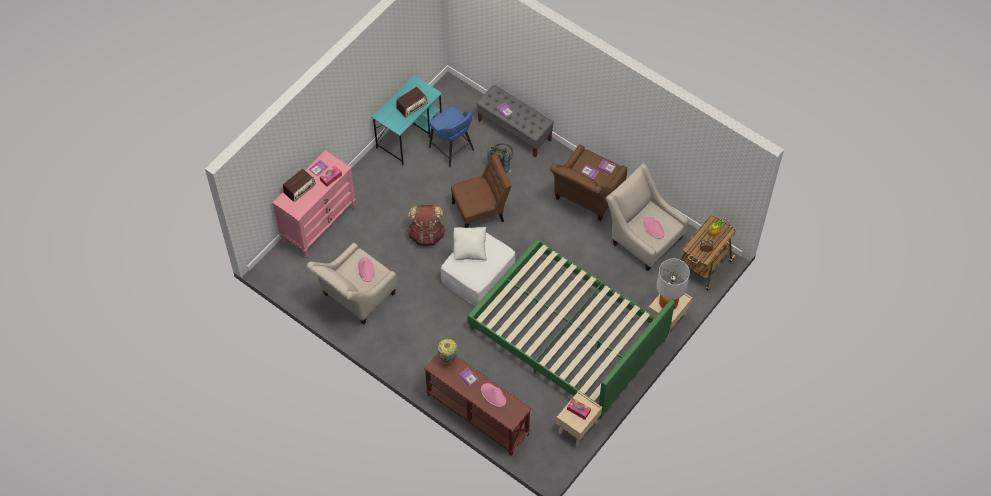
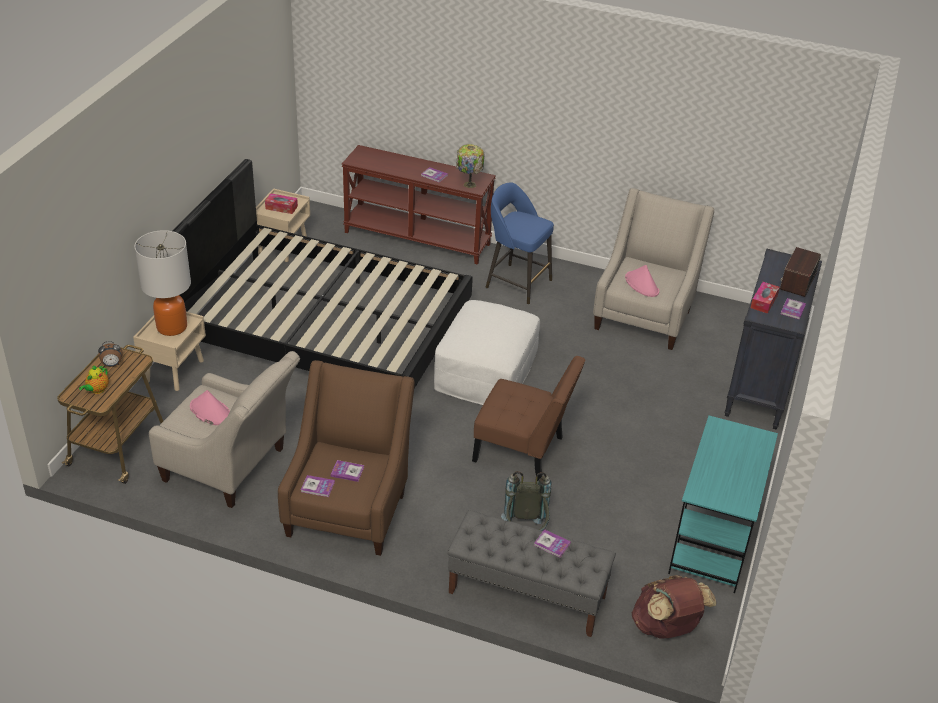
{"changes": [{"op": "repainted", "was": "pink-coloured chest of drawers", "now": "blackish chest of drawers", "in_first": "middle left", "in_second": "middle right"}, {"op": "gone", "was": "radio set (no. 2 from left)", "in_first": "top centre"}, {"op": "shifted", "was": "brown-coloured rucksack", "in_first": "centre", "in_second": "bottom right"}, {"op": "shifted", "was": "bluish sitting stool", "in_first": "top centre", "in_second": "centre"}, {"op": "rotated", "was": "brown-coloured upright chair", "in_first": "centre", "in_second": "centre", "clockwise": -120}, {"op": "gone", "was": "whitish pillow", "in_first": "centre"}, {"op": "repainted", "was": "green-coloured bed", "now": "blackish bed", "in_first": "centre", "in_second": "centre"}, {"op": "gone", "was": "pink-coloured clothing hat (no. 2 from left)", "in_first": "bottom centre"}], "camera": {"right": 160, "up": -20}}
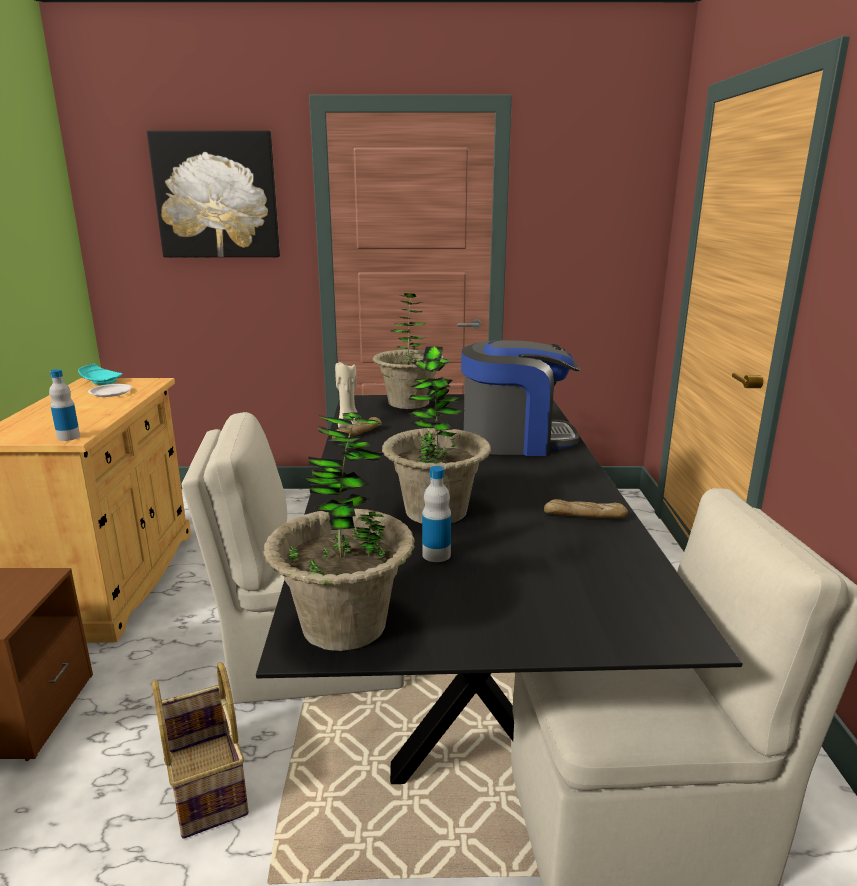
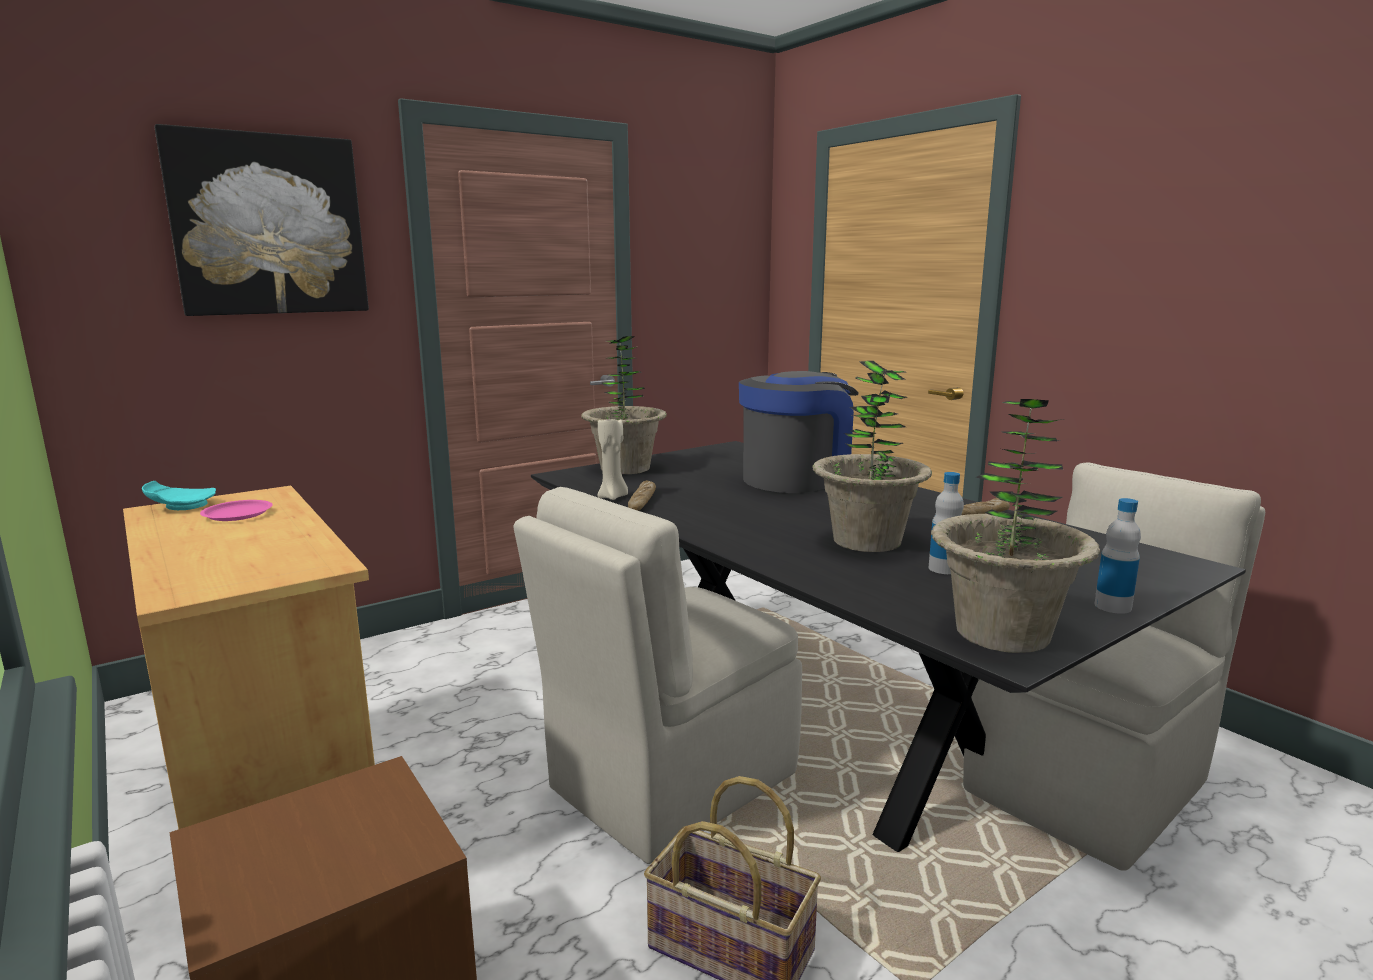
{"changes": [{"op": "shifted", "was": "bottle (no. 1 from left in the first image)", "now": "bottle (no. 2 from left)", "in_first": "middle left", "in_second": "middle right"}, {"op": "repainted", "was": "whitish dinner plate", "now": "pink-coloured dinner plate", "in_first": "middle left", "in_second": "middle left"}], "camera": {"right": -35, "up": -5}}
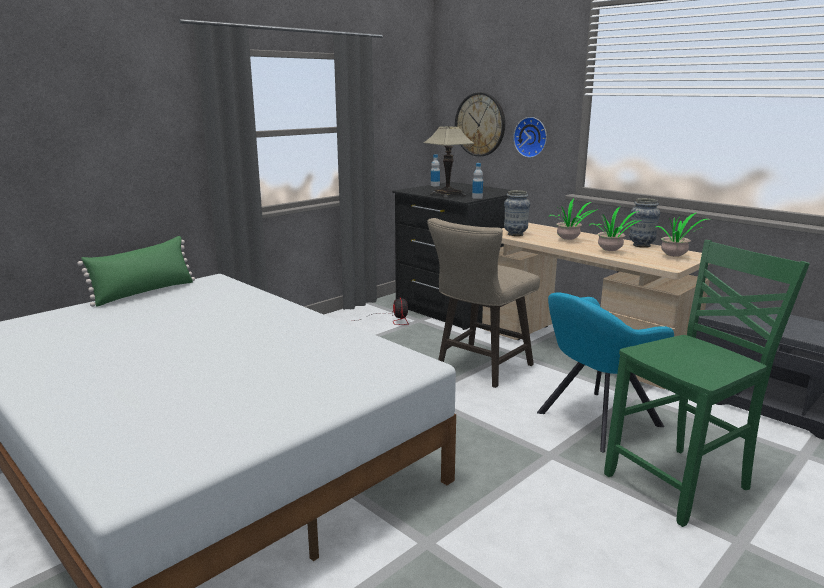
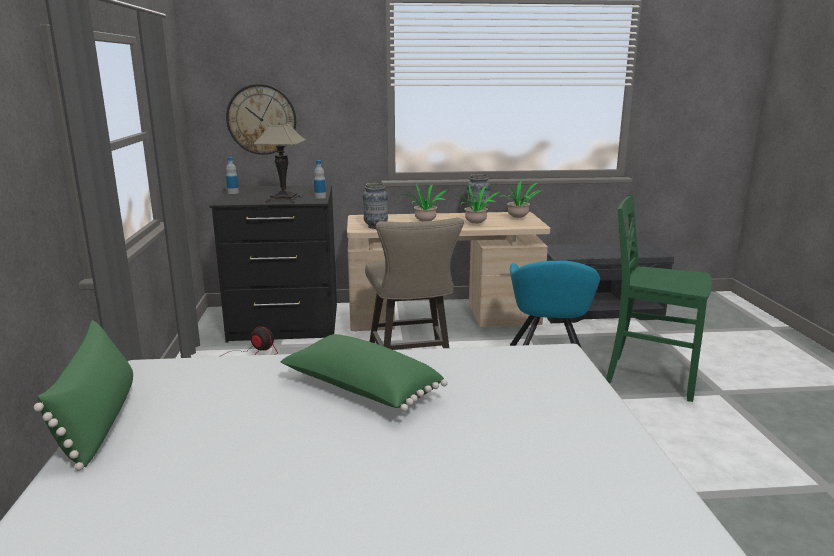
{"changes": [{"op": "gone", "was": "clock on the wall (no. 2 from left)", "in_first": "top centre"}, {"op": "rotated", "was": "green-coloured upright chair", "in_first": "middle right", "in_second": "middle right", "clockwise": -75}, {"op": "new", "now": "green-coloured pillow (no. 2 from left)", "in_second": "bottom centre"}], "camera": {"right": -50, "up": 0}}
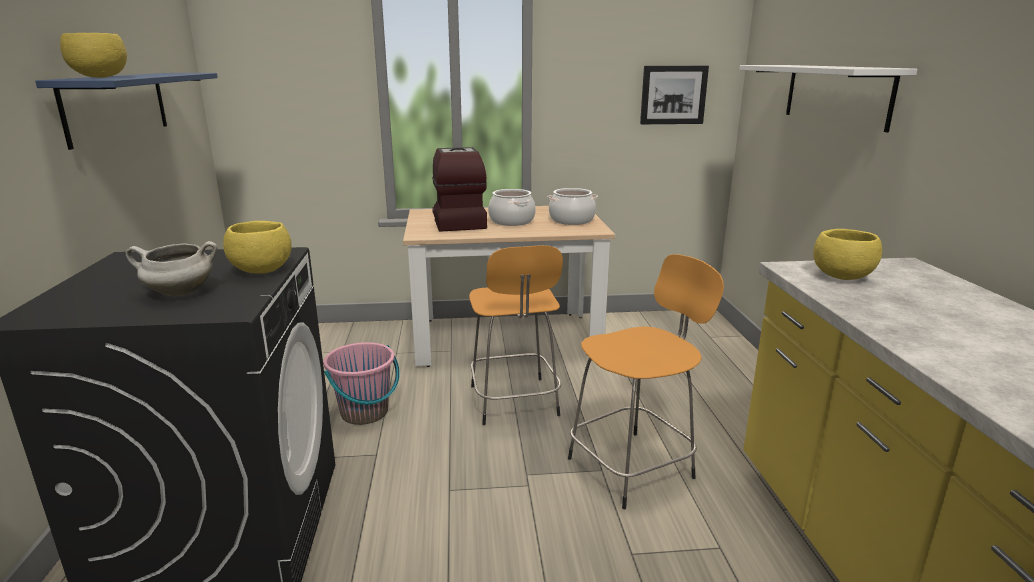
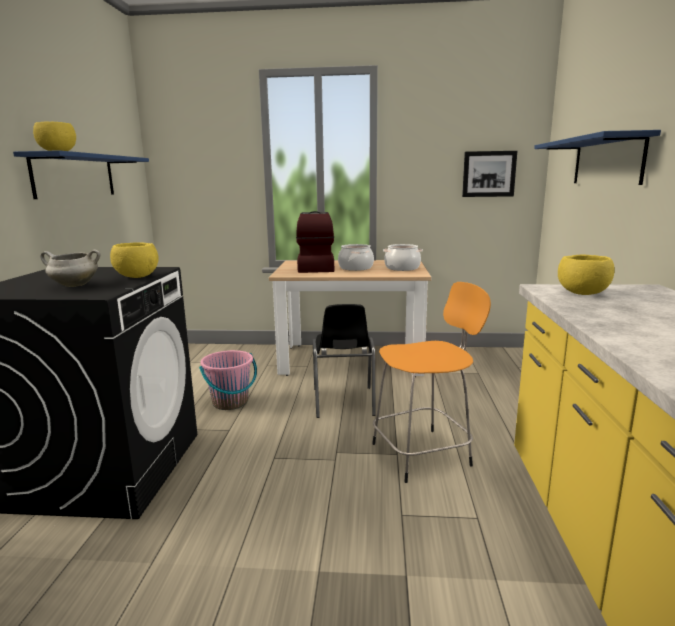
{"changes": [{"op": "swapped", "was": "orange sitting stool (no. 1 from left)", "now": "blackish upright chair", "in_first": "centre", "in_second": "centre"}, {"op": "repainted", "was": "whitish shelf", "now": "bluish shelf (no. 2 from left)", "in_first": "top right", "in_second": "top right"}], "camera": {"right": 10, "up": -5}}
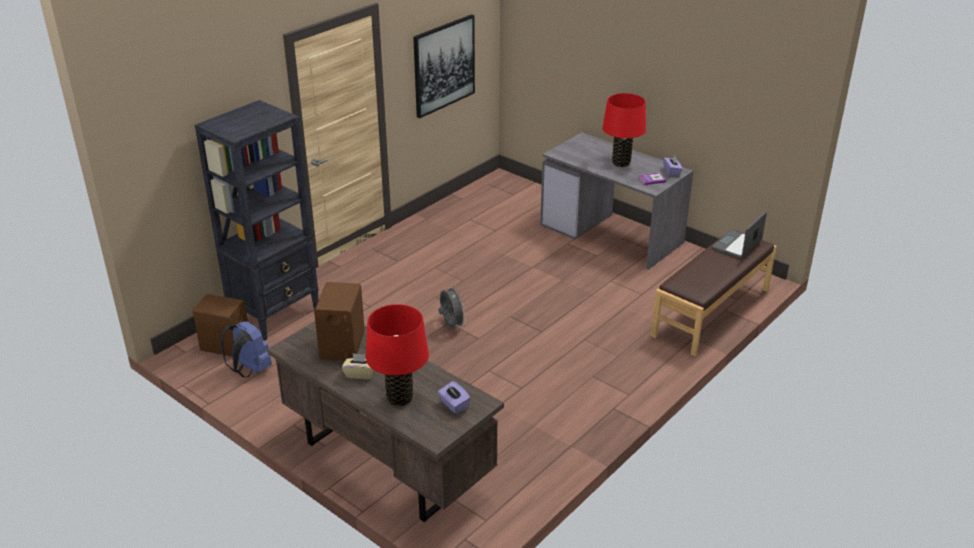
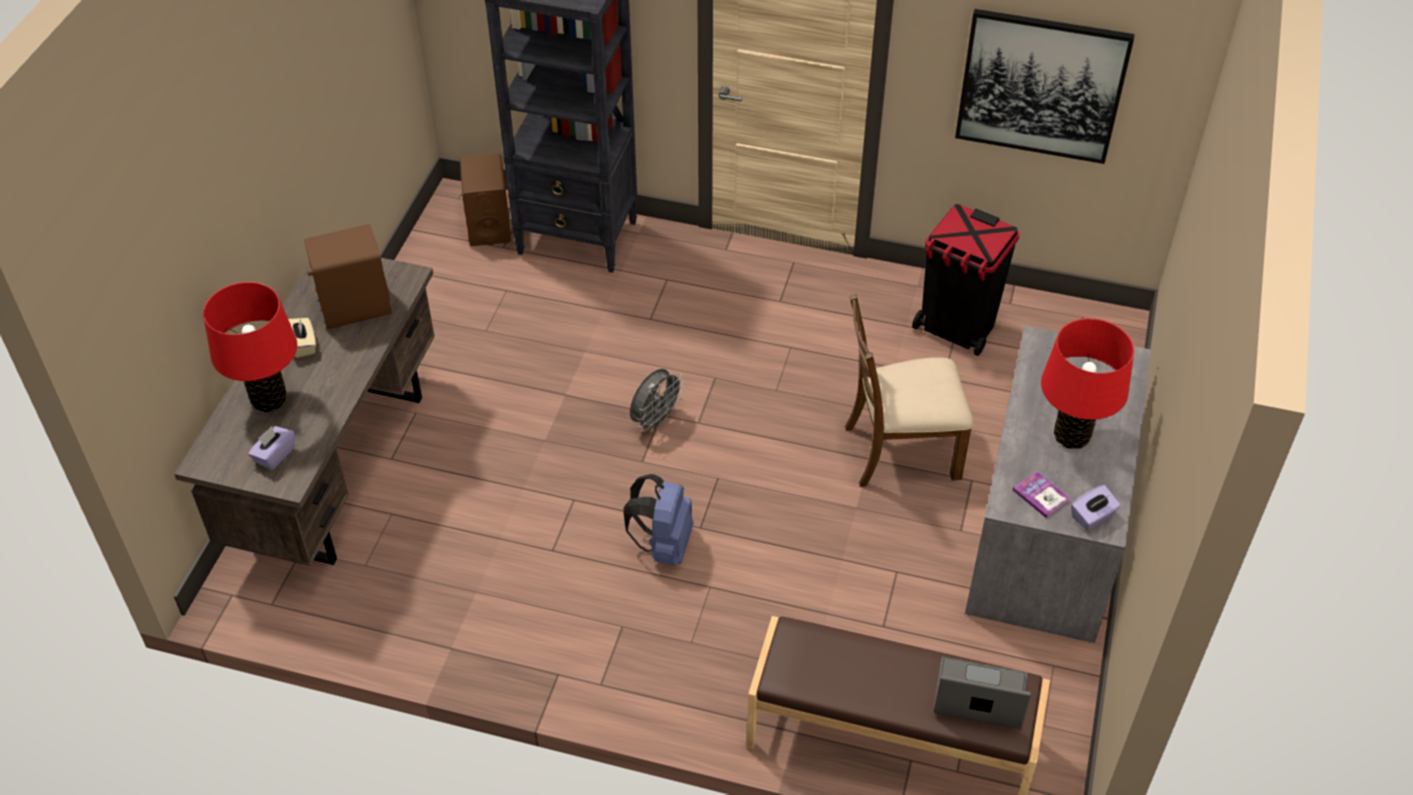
{"changes": [{"op": "shifted", "was": "bluish rucksack", "in_first": "middle left", "in_second": "centre"}, {"op": "new", "now": "brown-coloured upright chair", "in_second": "centre"}, {"op": "new", "now": "blackish waste bin", "in_second": "middle right"}], "camera": {"right": 65, "up": 15}}
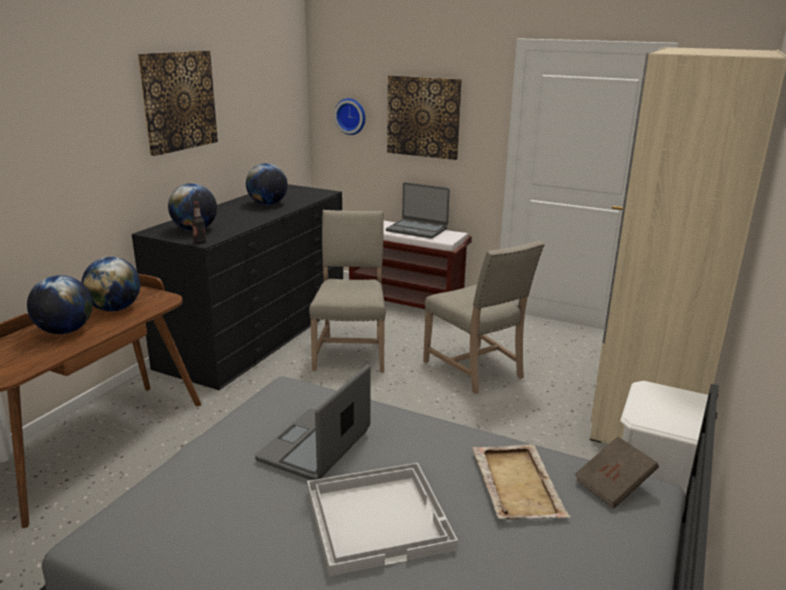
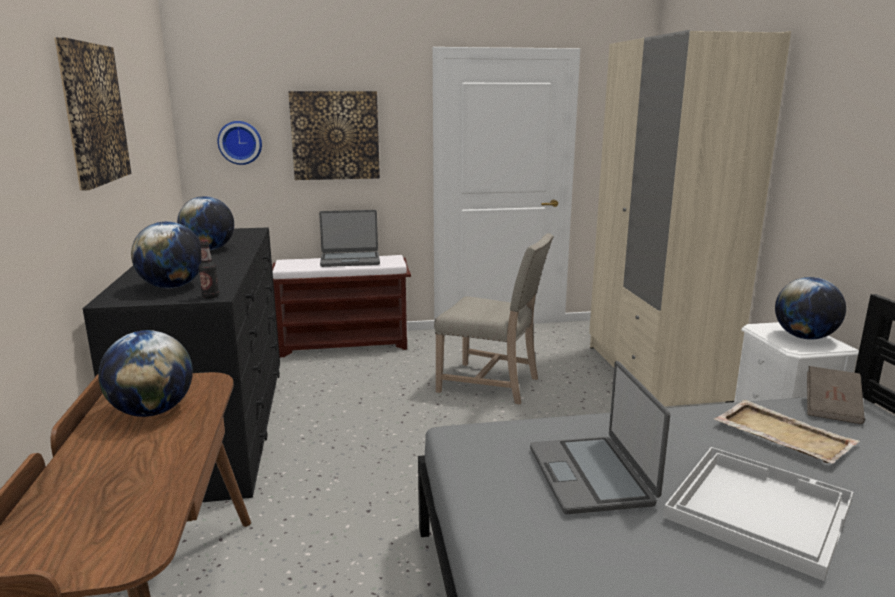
{"changes": [{"op": "shifted", "was": "desk globe (no. 1 from left in the first image)", "now": "desk globe (no. 4 from left)", "in_first": "middle left", "in_second": "middle right"}, {"op": "gone", "was": "beige-coloured upright chair (no. 1 from left)", "in_first": "centre"}], "camera": {"right": -35, "up": -5}}
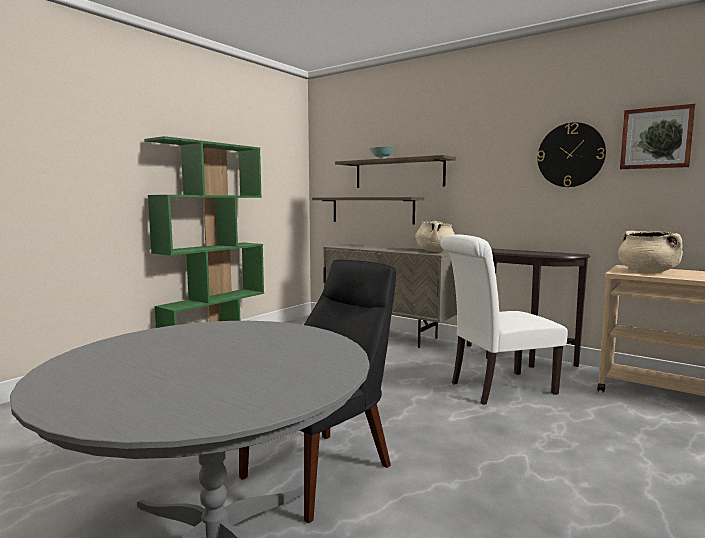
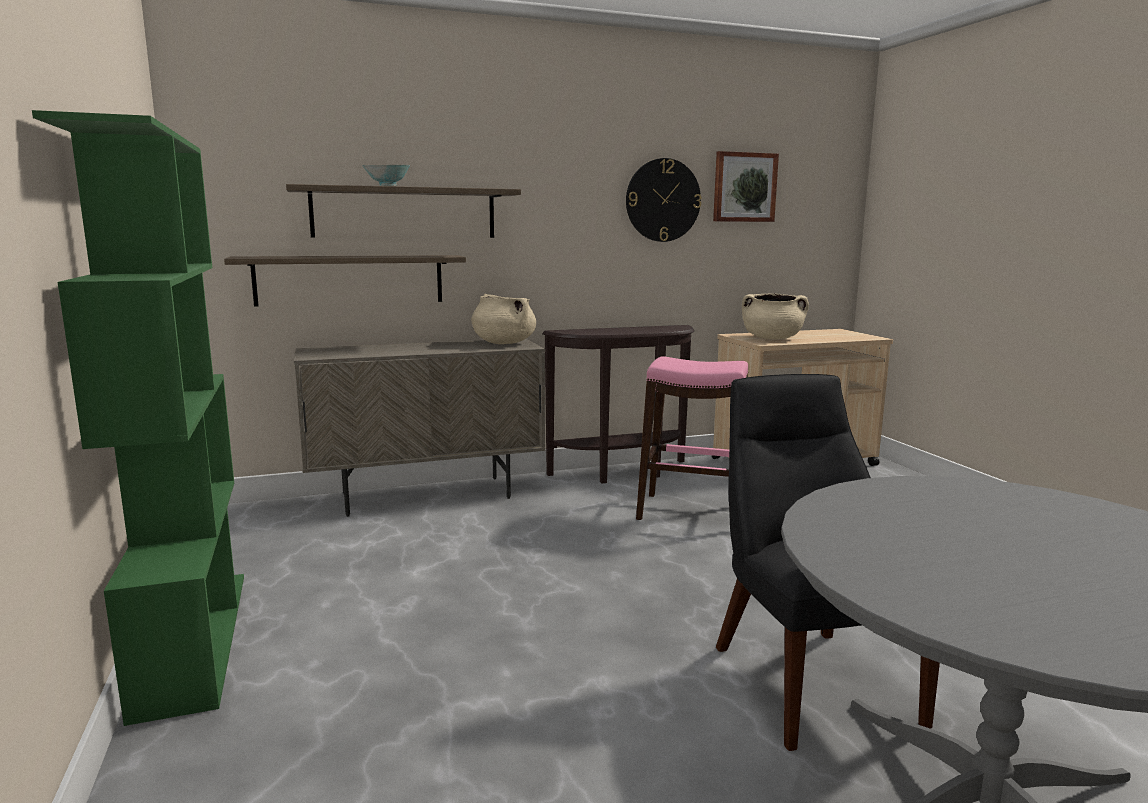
{"changes": [{"op": "swapped", "was": "whitish upright chair", "now": "pink-coloured sitting stool", "in_first": "middle right", "in_second": "centre"}], "camera": {"right": -55, "up": 5}}
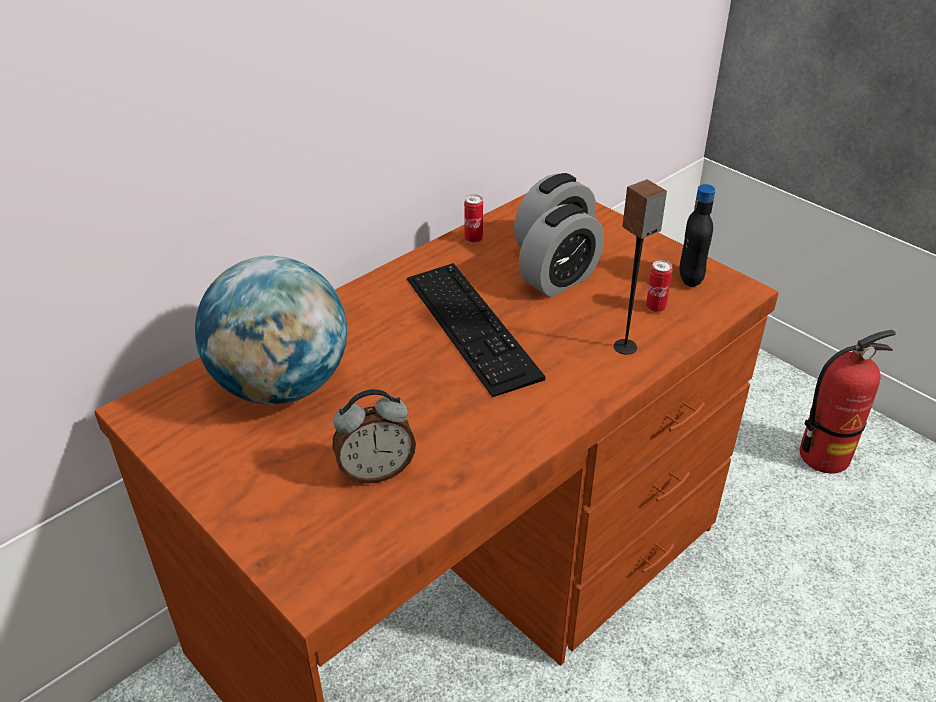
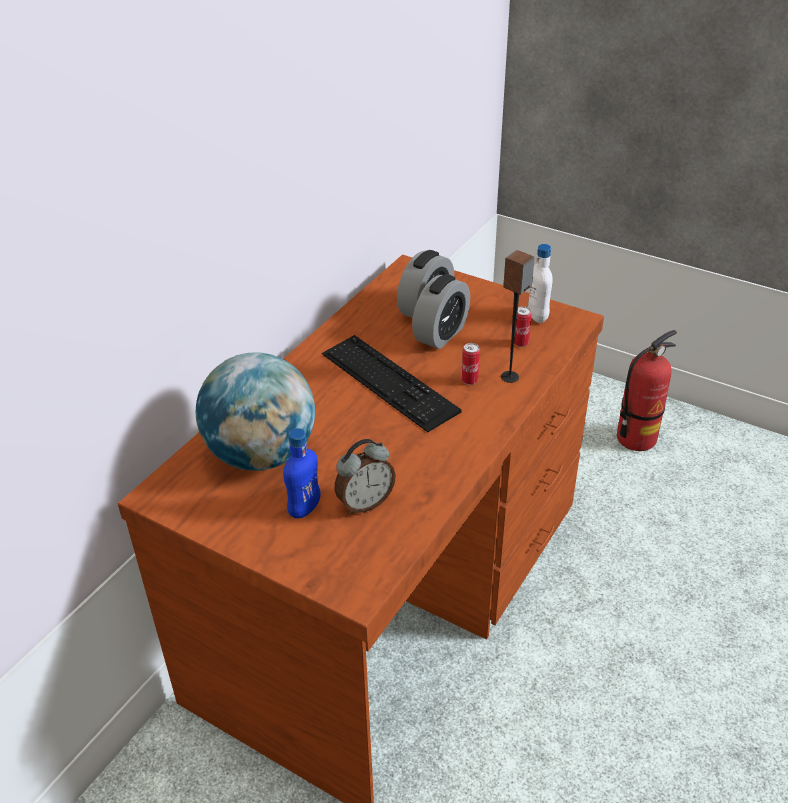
{"changes": [{"op": "shifted", "was": "can (no. 1 from left)", "in_first": "top centre", "in_second": "centre"}, {"op": "repainted", "was": "blackish bottle", "now": "whitish bottle", "in_first": "middle right", "in_second": "middle right"}, {"op": "new", "now": "bluish bottle", "in_second": "centre"}], "camera": {"right": -15, "up": 0}}
